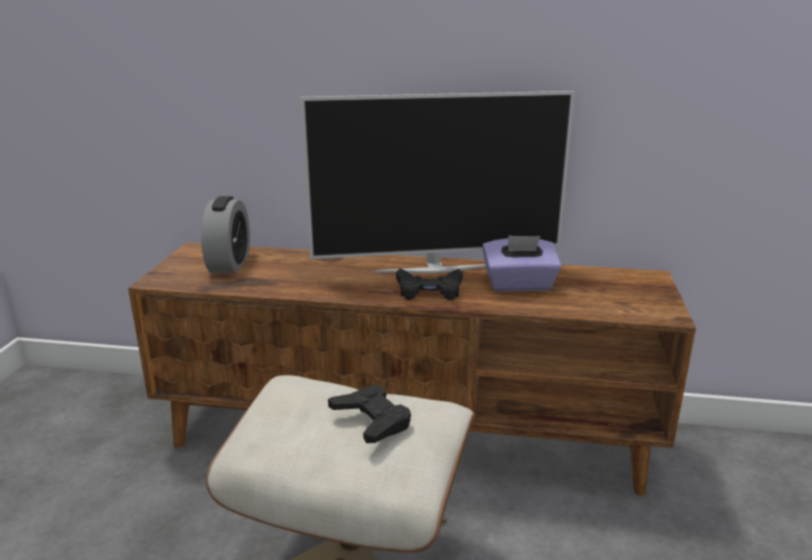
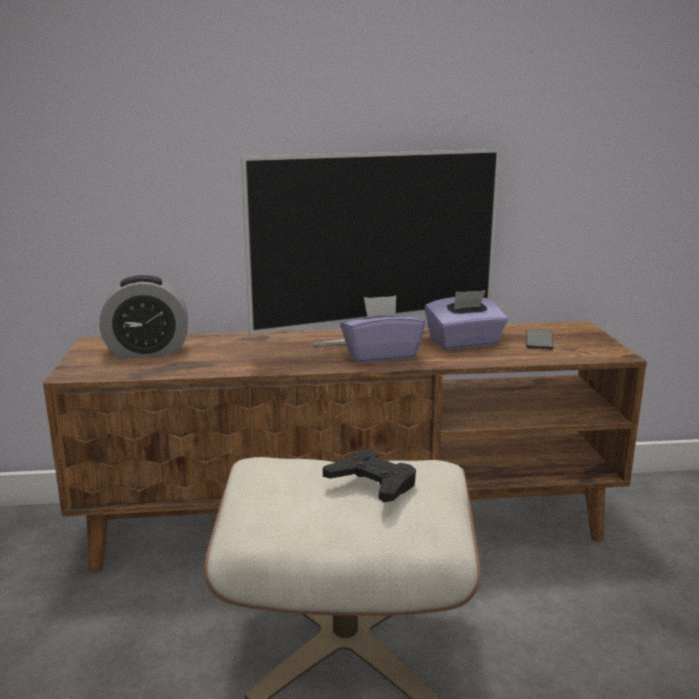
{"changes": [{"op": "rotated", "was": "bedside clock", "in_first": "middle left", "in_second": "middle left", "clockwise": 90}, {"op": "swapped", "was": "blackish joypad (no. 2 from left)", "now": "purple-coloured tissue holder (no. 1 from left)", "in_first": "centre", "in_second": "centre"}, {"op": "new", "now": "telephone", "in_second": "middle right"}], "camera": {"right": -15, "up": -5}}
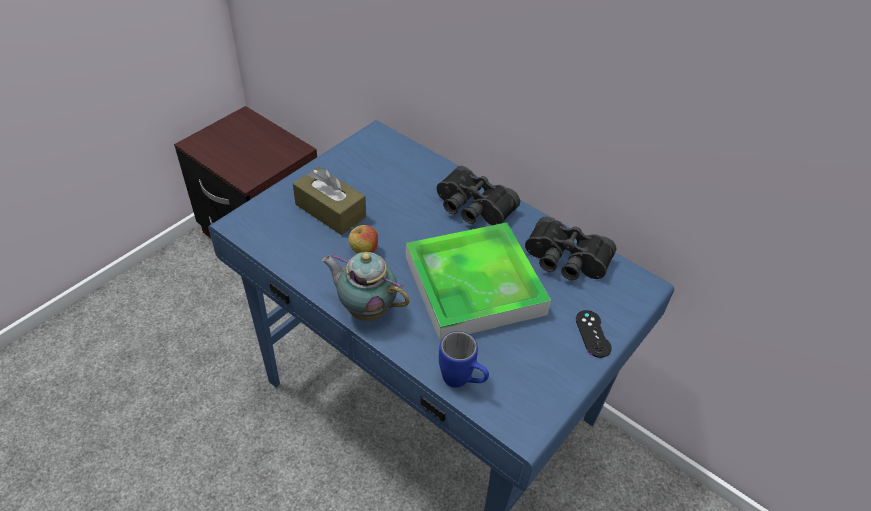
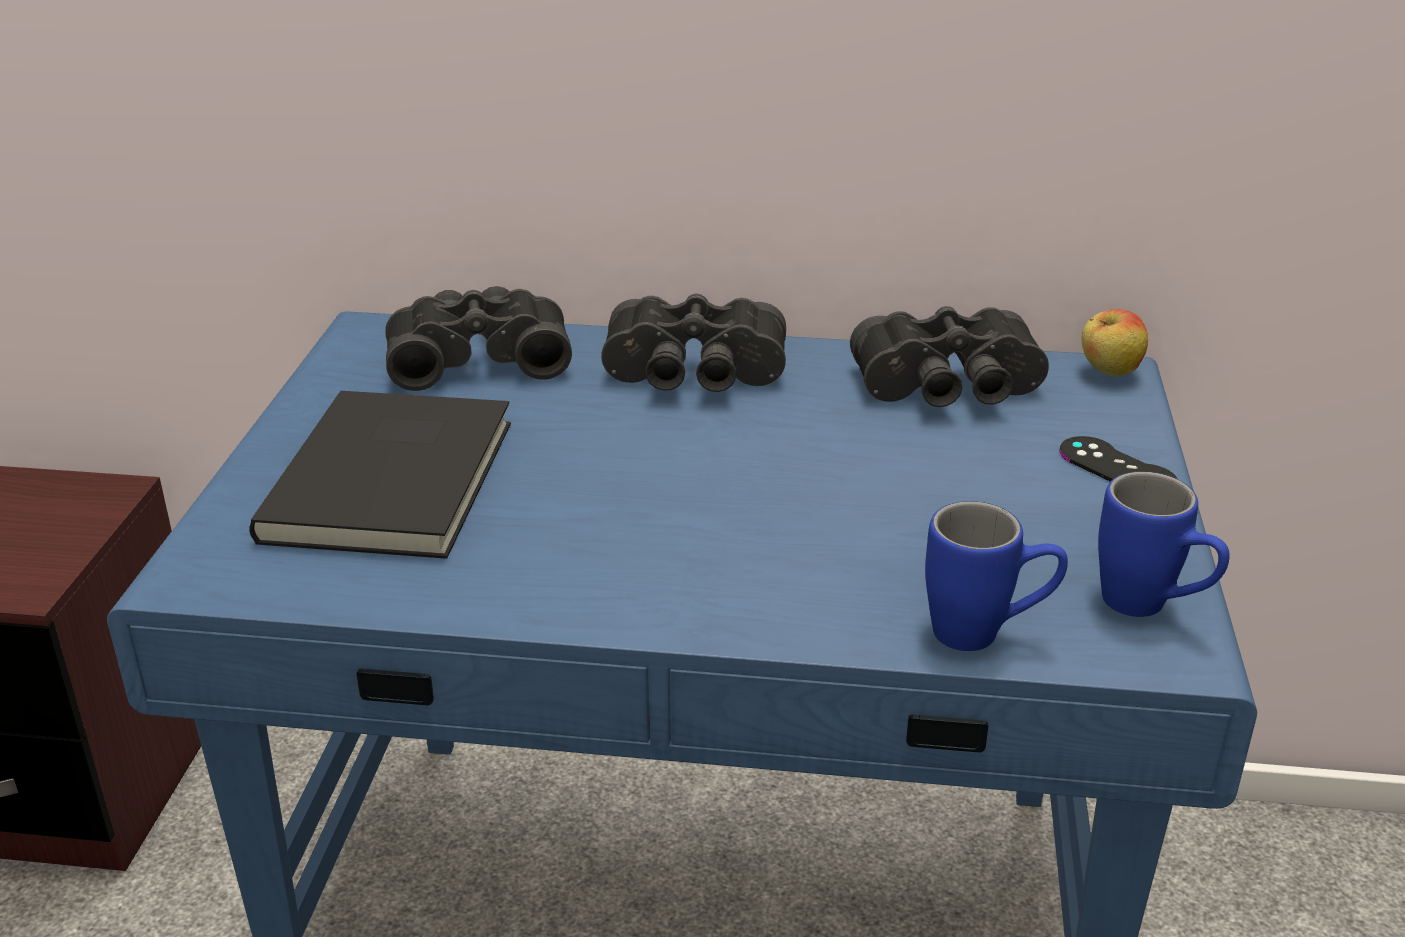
{"changes": [{"op": "swapped", "was": "brown-coloured tissue holder", "now": "blackish book", "in_first": "centre", "in_second": "middle left"}, {"op": "gone", "was": "teapot", "in_first": "centre"}, {"op": "shifted", "was": "apple", "in_first": "centre", "in_second": "middle right"}, {"op": "gone", "was": "tray", "in_first": "centre"}, {"op": "new", "now": "blackish pair of binoculars (no. 1 from left)", "in_second": "centre"}, {"op": "new", "now": "bluish tea mug (no. 2 from left)", "in_second": "middle right"}], "camera": {"right": -30, "up": -15}}
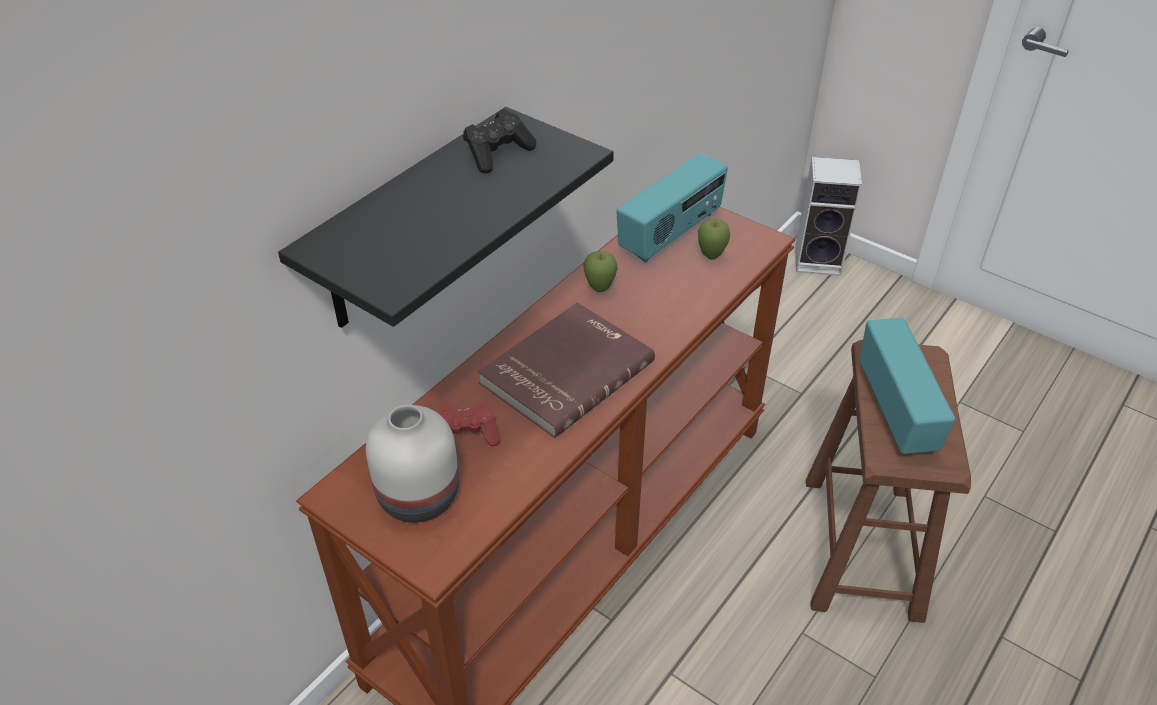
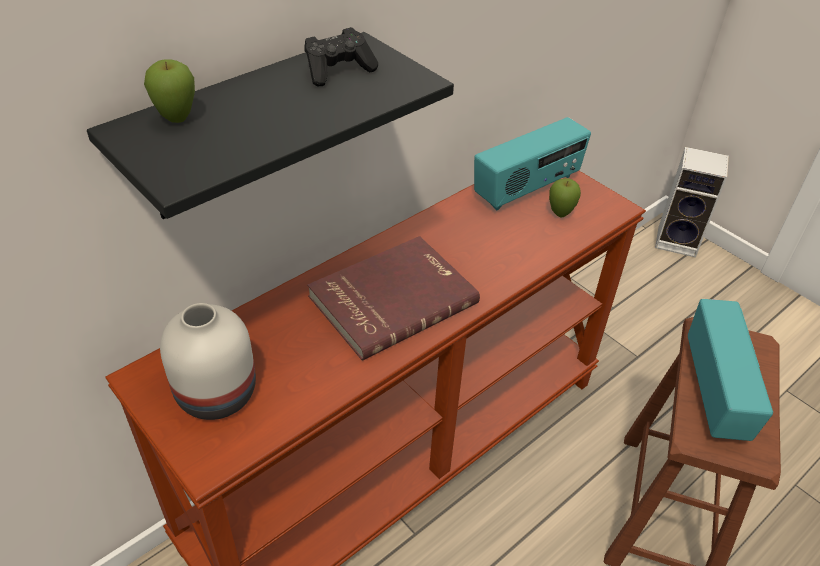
{"changes": [{"op": "gone", "was": "reddish joypad", "in_first": "centre"}, {"op": "shifted", "was": "apple (no. 1 from left)", "in_first": "centre", "in_second": "top left"}], "camera": {"right": 10, "up": 0}}
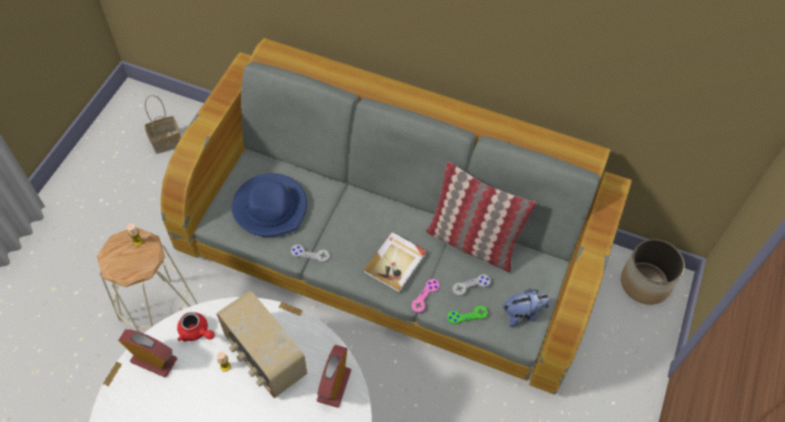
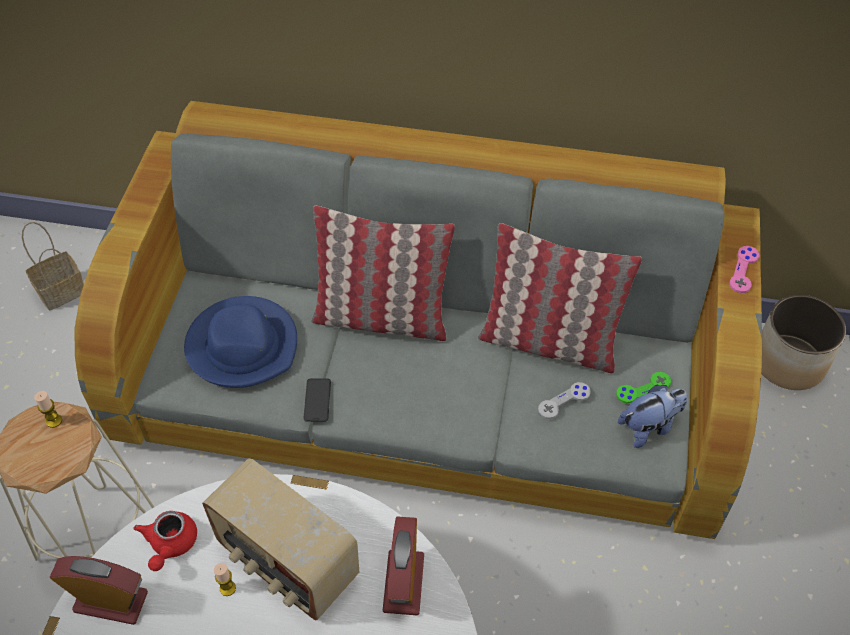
{"changes": [{"op": "rotated", "was": "reddish teapot", "in_first": "bottom left", "in_second": "bottom left", "clockwise": 75}, {"op": "swapped", "was": "greyish joypad (no. 1 from left)", "now": "telephone", "in_first": "centre", "in_second": "centre"}, {"op": "gone", "was": "book", "in_first": "centre"}, {"op": "shifted", "was": "pink-coloured joypad", "in_first": "bottom centre", "in_second": "middle right"}, {"op": "shifted", "was": "green-coloured joypad", "in_first": "bottom centre", "in_second": "middle right"}, {"op": "new", "now": "pillow (no. 1 from left)", "in_second": "centre"}], "camera": {"right": -10, "up": -5}}
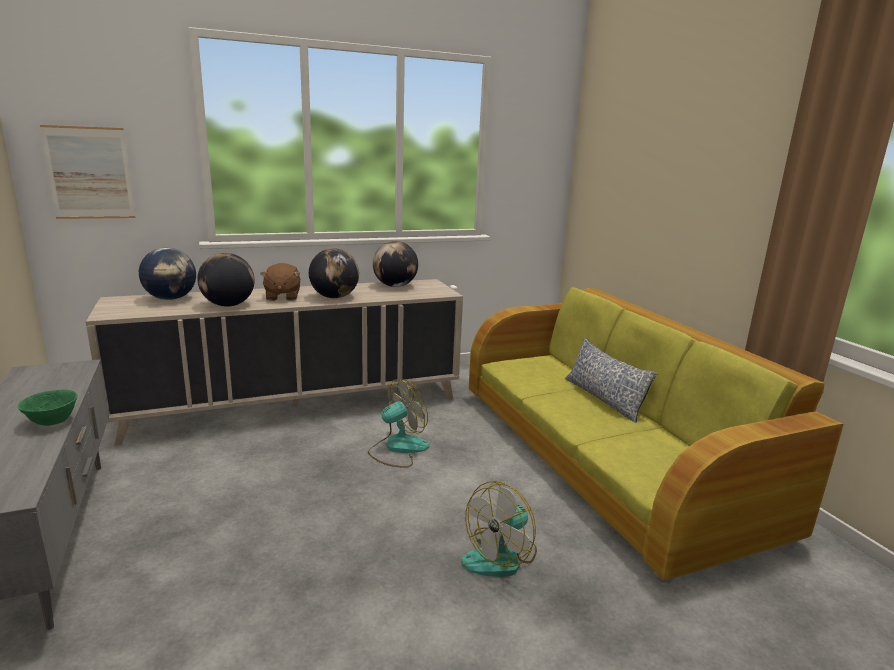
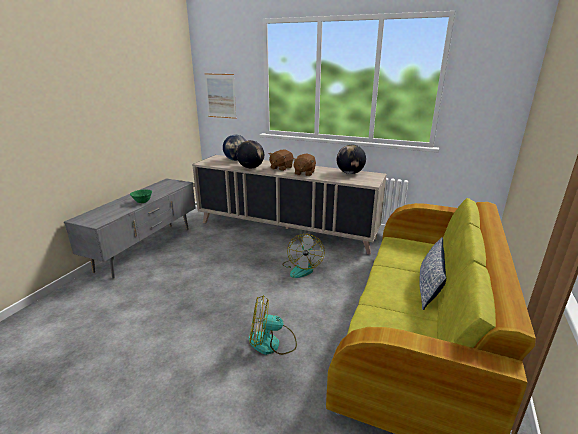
{"changes": [{"op": "swapped", "was": "desk globe (no. 3 from left)", "now": "brown-coloured soft toy (no. 2 from left)", "in_first": "centre", "in_second": "centre"}, {"op": "rotated", "was": "electric fan (no. 1 from left in the first image)", "in_first": "centre", "in_second": "centre", "clockwise": 90}], "camera": {"right": 45, "up": 5}}
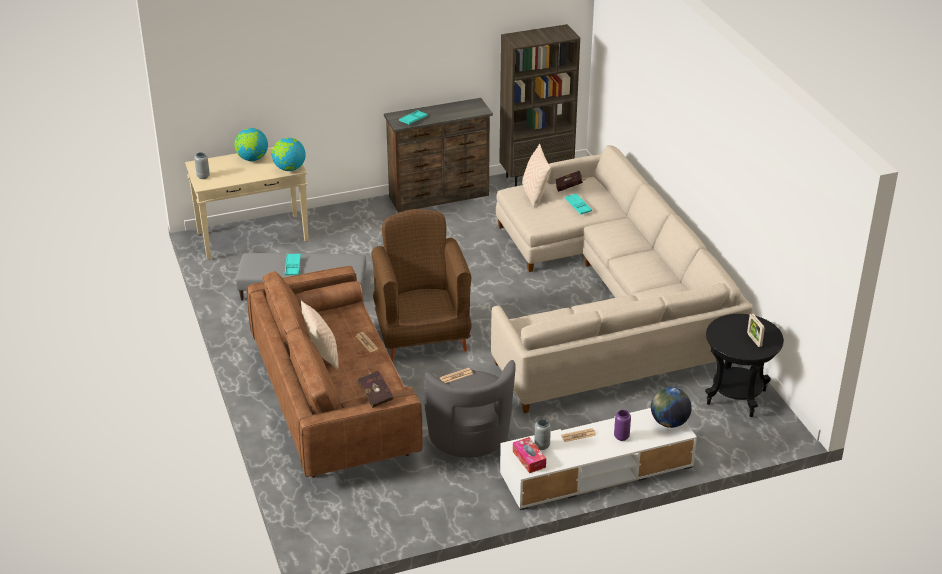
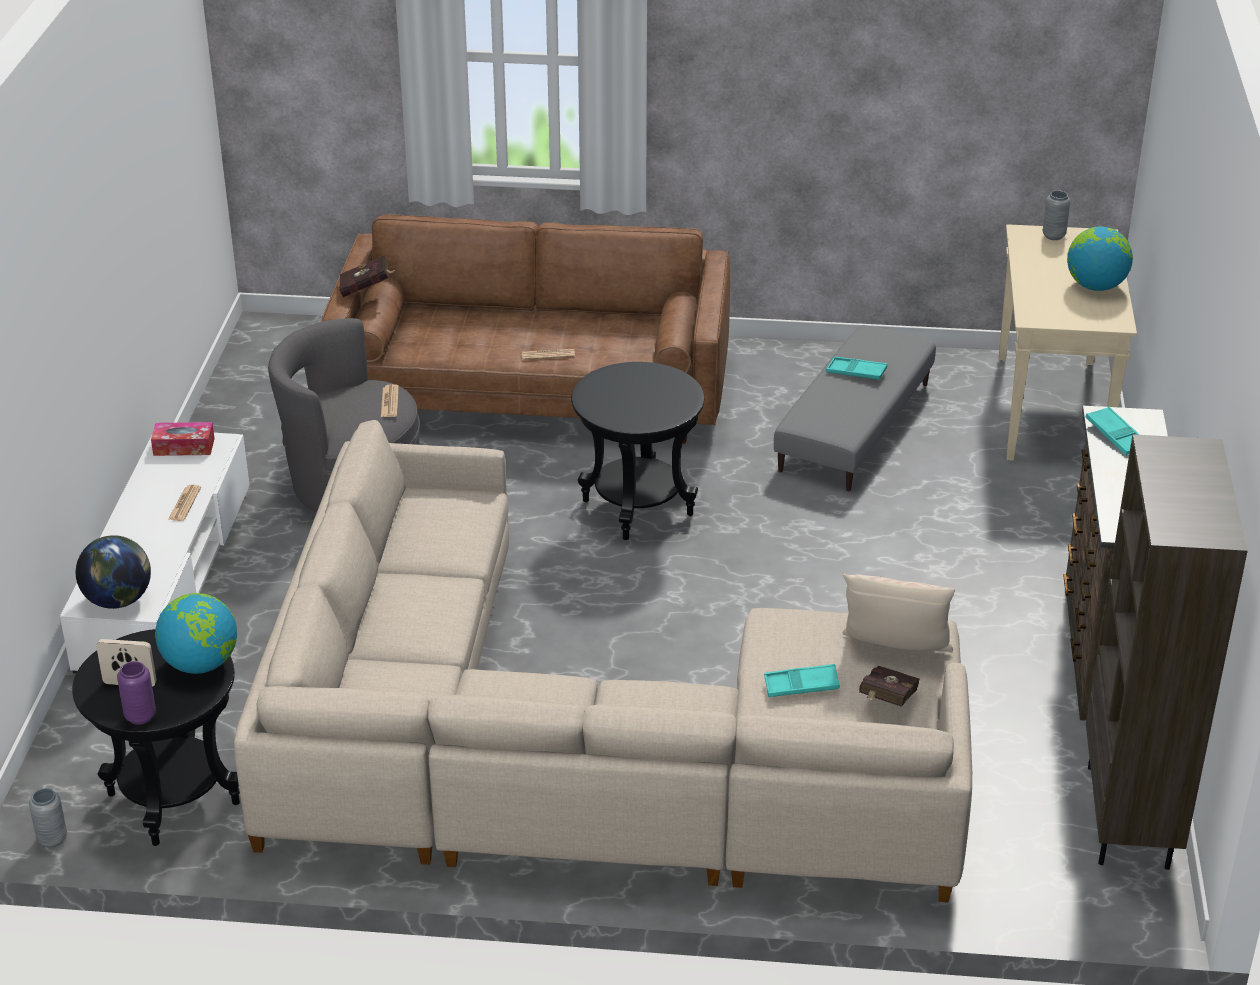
{"changes": [{"op": "shifted", "was": "desk globe (no. 2 from left)", "in_first": "top left", "in_second": "middle left"}, {"op": "gone", "was": "beige-coloured pillow (no. 1 from left)", "in_first": "centre"}, {"op": "swapped", "was": "brown-coloured armchair", "now": "blackish side table (no. 2 from left)", "in_first": "centre", "in_second": "centre"}, {"op": "shifted", "was": "greyish flower vase (no. 2 from left in the first image)", "now": "greyish flower vase (no. 1 from left)", "in_first": "bottom centre", "in_second": "bottom left"}, {"op": "shifted", "was": "purple-coloured flower vase", "in_first": "bottom centre", "in_second": "bottom left"}], "camera": {"right": 115, "up": 0}}
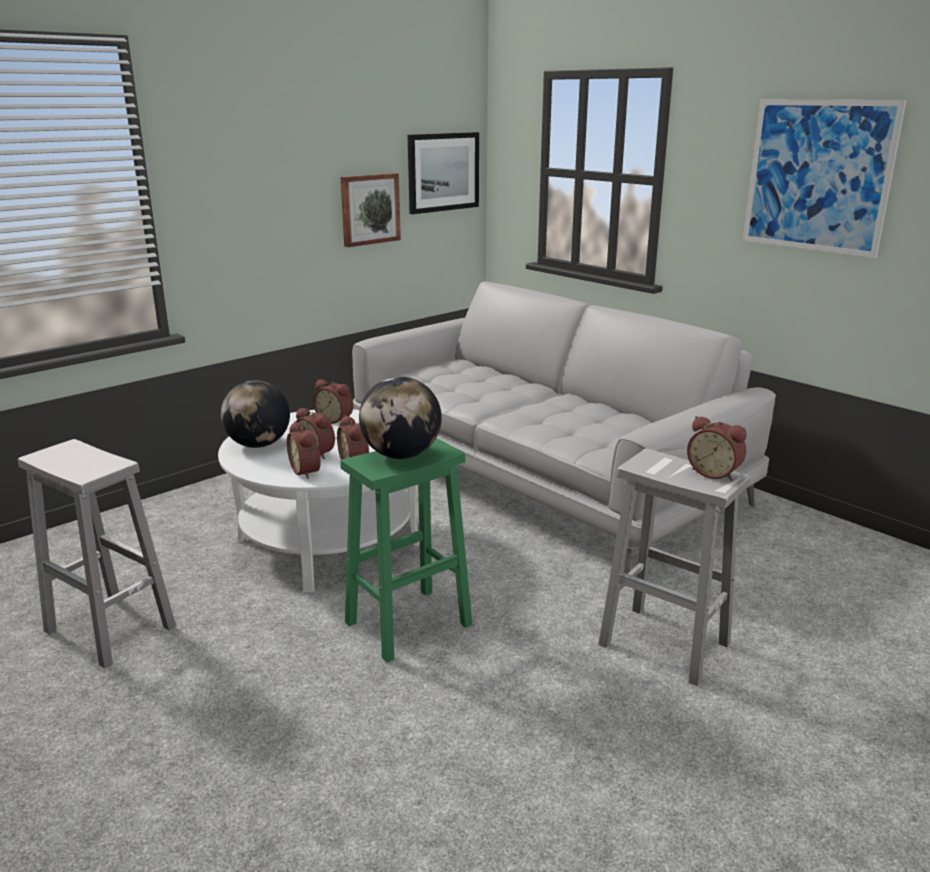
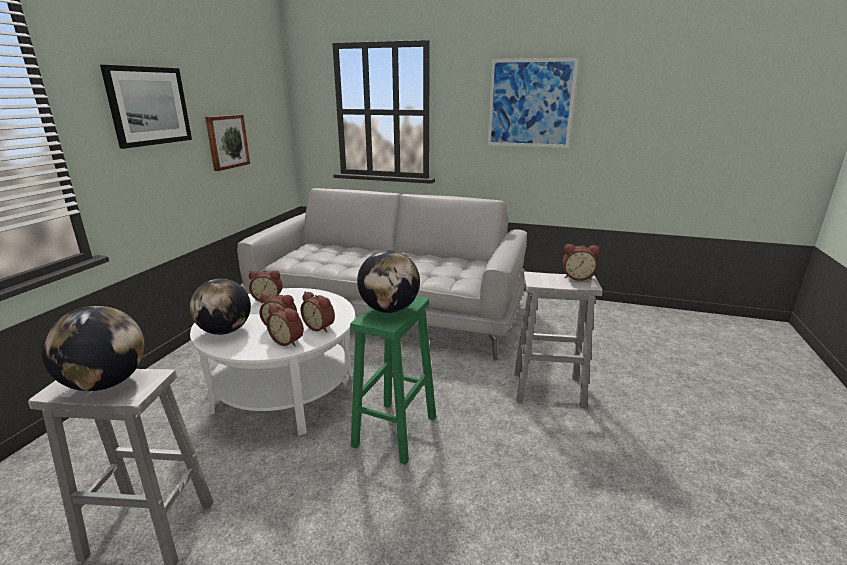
{"changes": [{"op": "shifted", "was": "picture (no. 2 from left in the first image)", "now": "picture (no. 1 from left)", "in_first": "top centre", "in_second": "top left"}, {"op": "new", "now": "desk globe (no. 1 from left)", "in_second": "middle left"}], "camera": {"right": -30, "up": 0}}
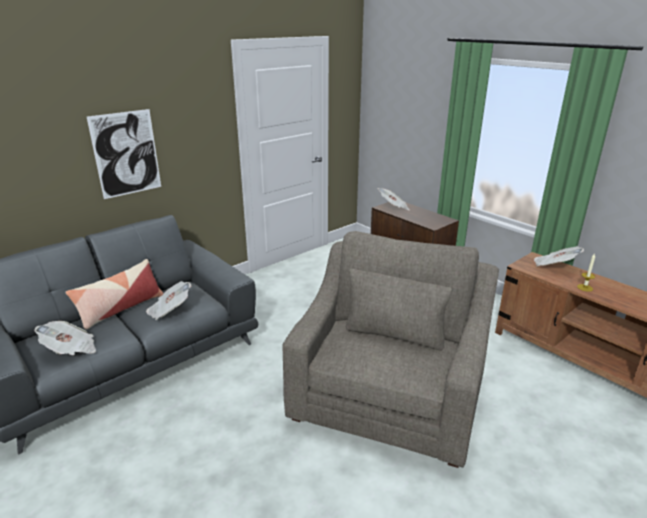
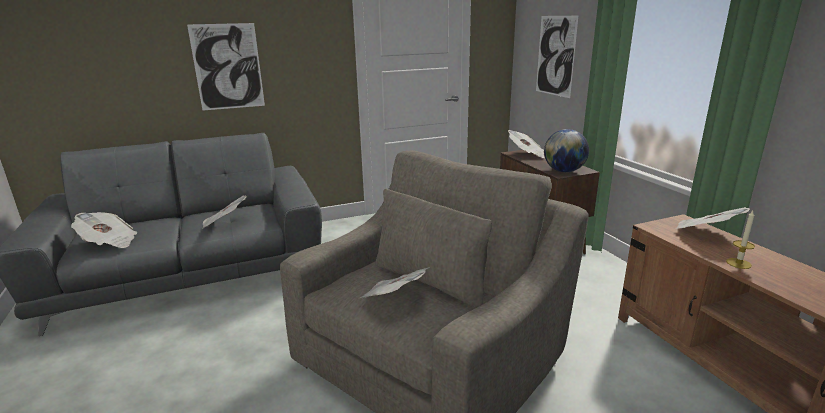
{"changes": [{"op": "gone", "was": "pillow", "in_first": "middle left"}, {"op": "new", "now": "printed paper (no. 3 from left)", "in_second": "bottom centre"}, {"op": "new", "now": "picture (no. 2 from left)", "in_second": "top right"}, {"op": "new", "now": "desk globe", "in_second": "middle right"}], "camera": {"right": 20, "up": -5}}
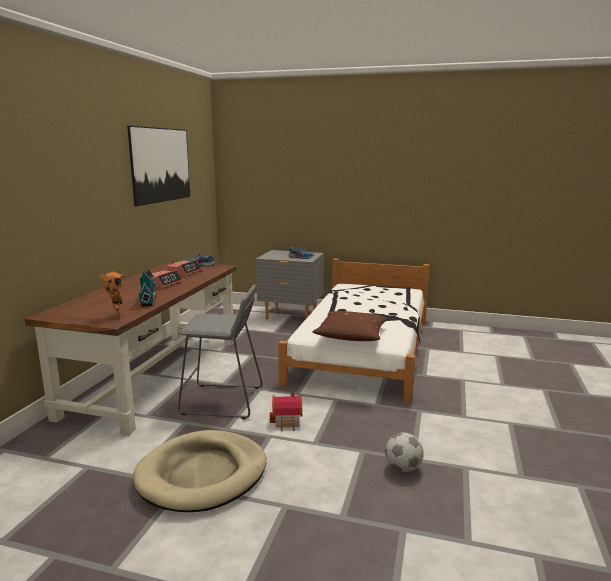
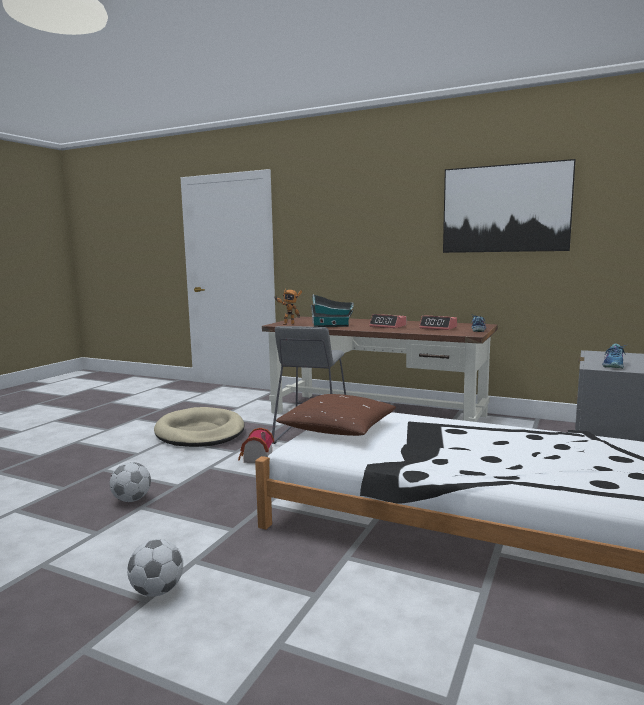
{"changes": [{"op": "new", "now": "football ball (no. 2 from left)", "in_second": "bottom left"}], "camera": {"right": 100, "up": -5}}
